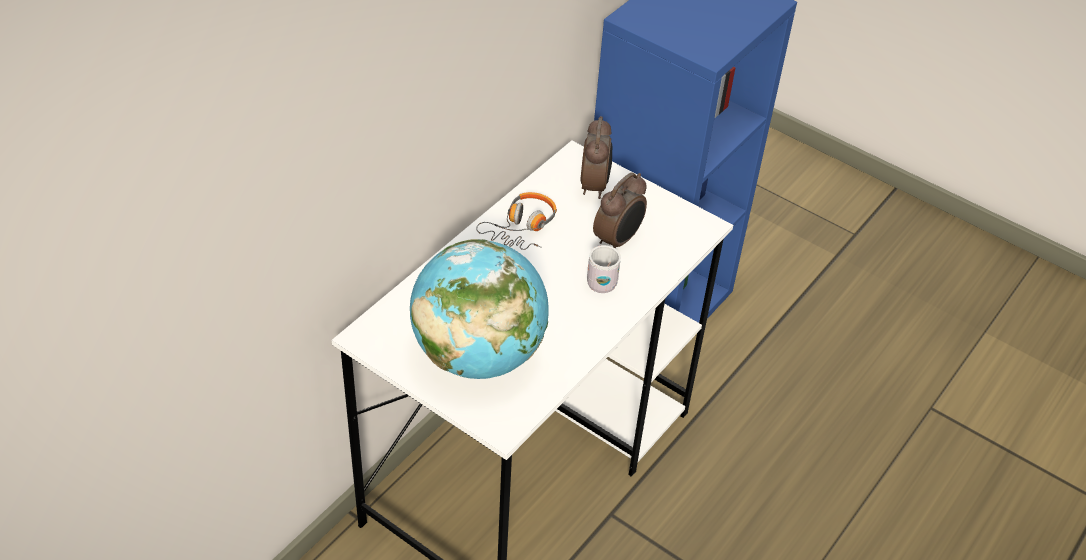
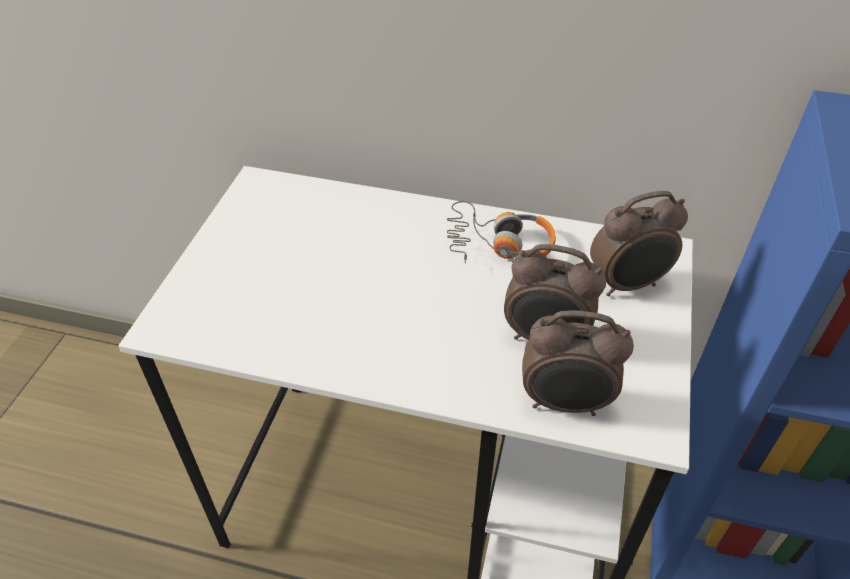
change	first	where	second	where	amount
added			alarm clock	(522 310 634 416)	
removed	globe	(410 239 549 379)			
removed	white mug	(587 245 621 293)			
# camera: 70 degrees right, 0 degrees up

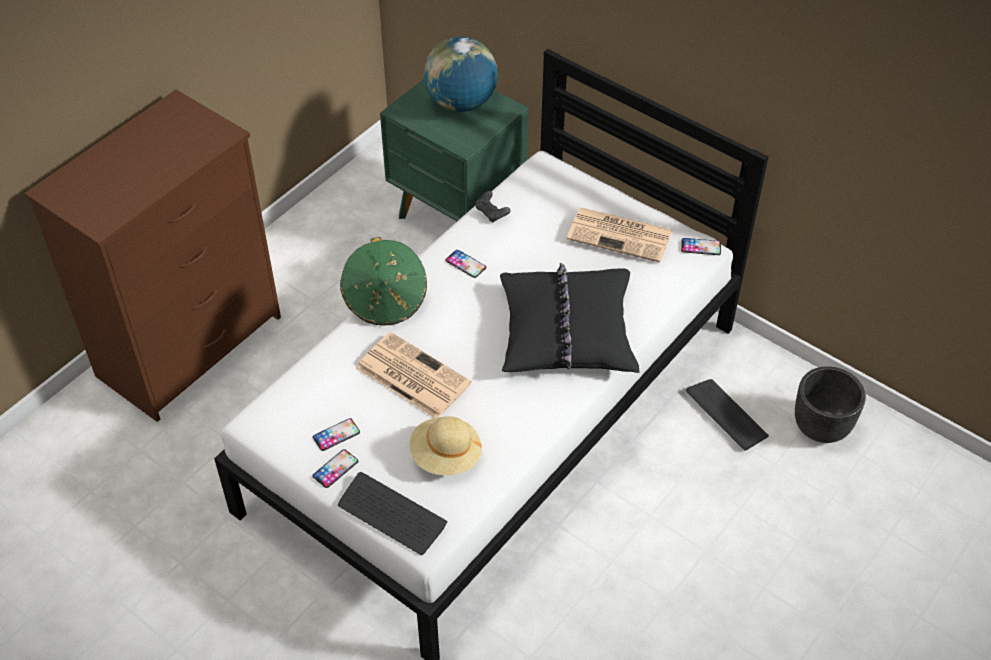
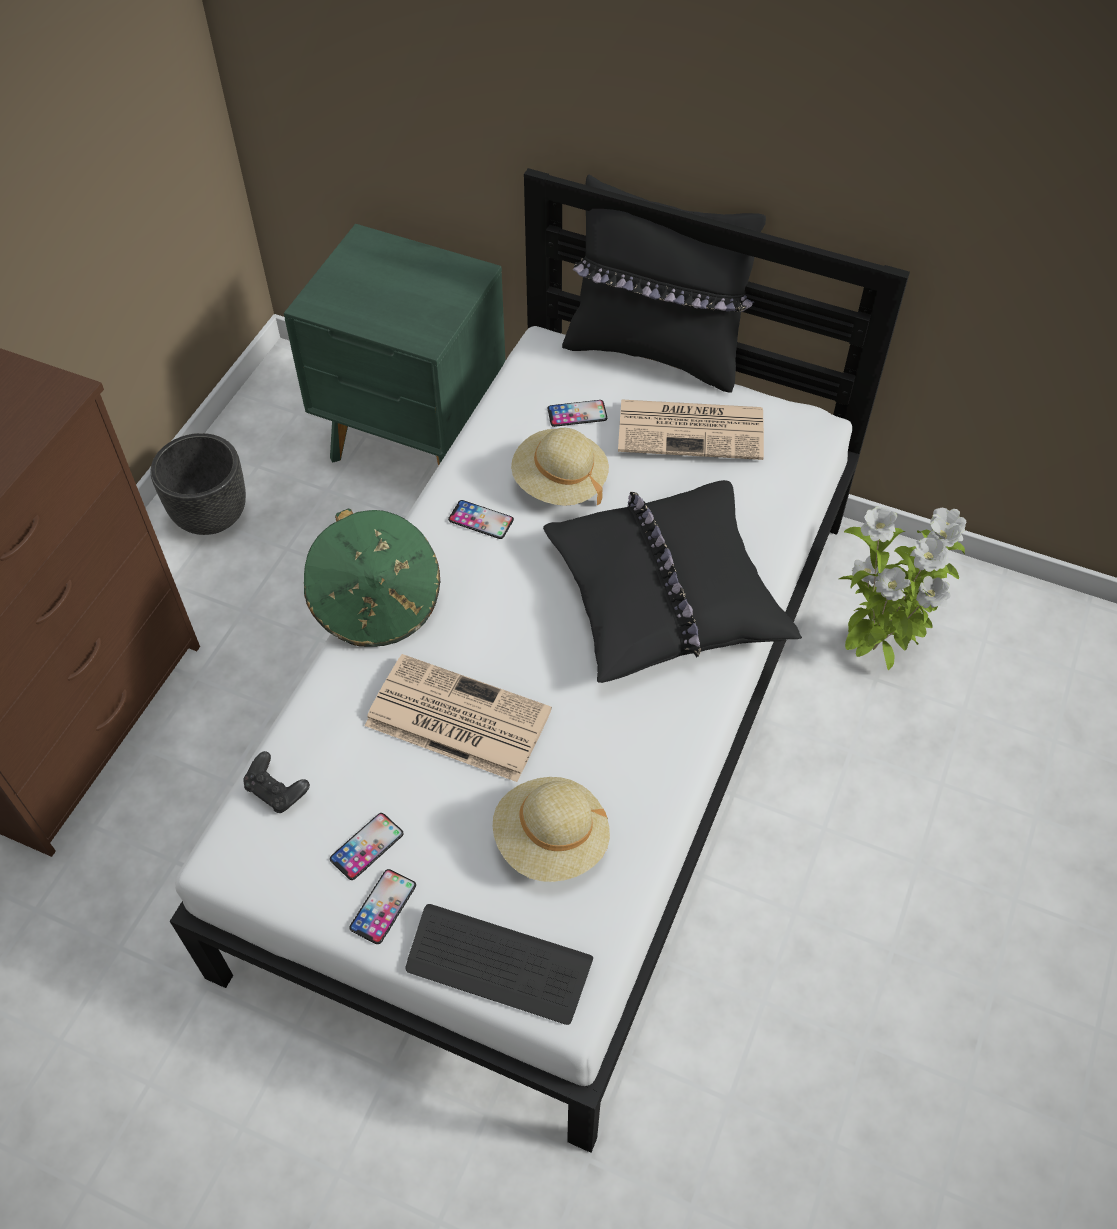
change	first	where	second	where	amount
moved	black planter	(795 366 866 443)		(150 433 246 535)	
moved	black game controller	(476 191 511 223)		(243 751 310 813)	
added			beige hat	(511 428 609 506)	
moved	phone	(681 238 721 255)		(547 400 607 427)	
added			black pillow	(562 174 766 393)	
replaced	keyboard	(686 379 769 451)	potted plant	(839 507 966 670)	
removed	globe	(424 37 498 112)			
# camera: 15 degrees left, 5 degrees up

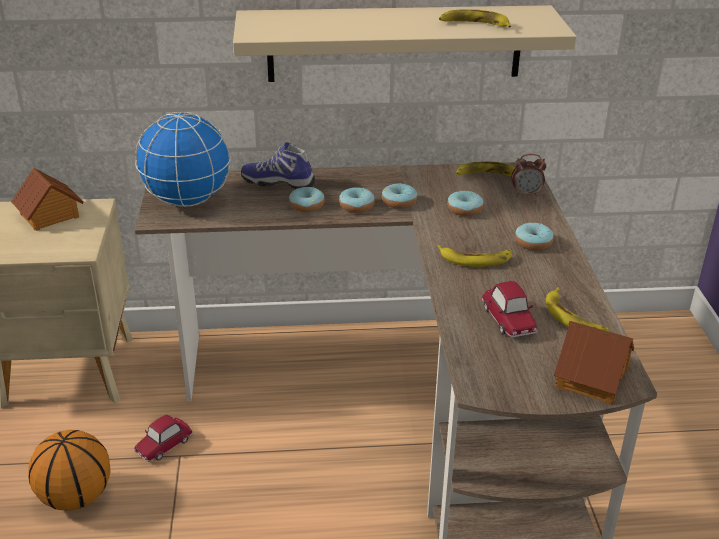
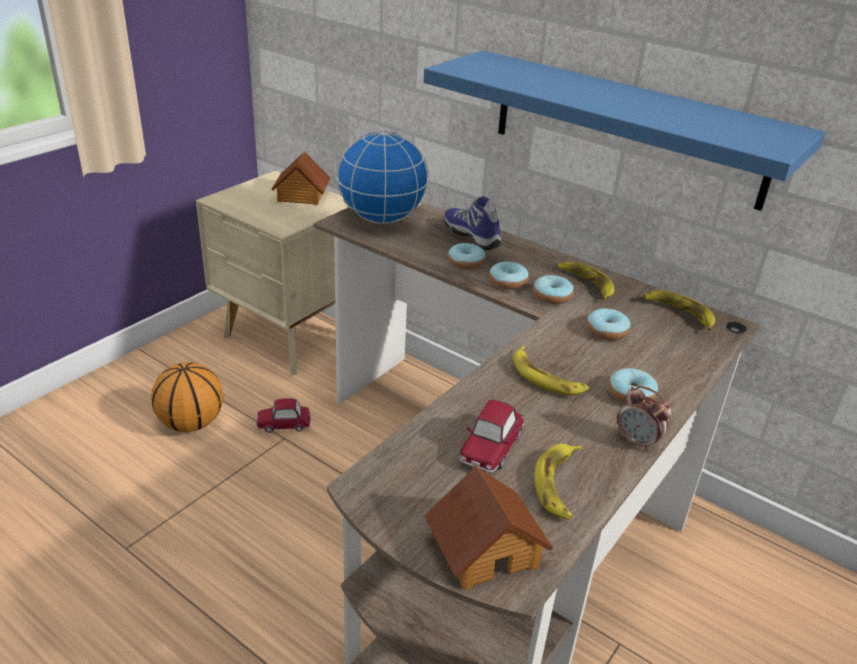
change	first	where	second	where	amount
recoloured	beige shelf	(233 5 577 82)	blue shelf	(424 50 825 211)	
moved	banana	(439 9 511 28)		(557 261 614 300)	
moved	alarm clock	(511 154 547 196)		(617 386 672 452)	
# camera: 40 degrees right, 0 degrees up

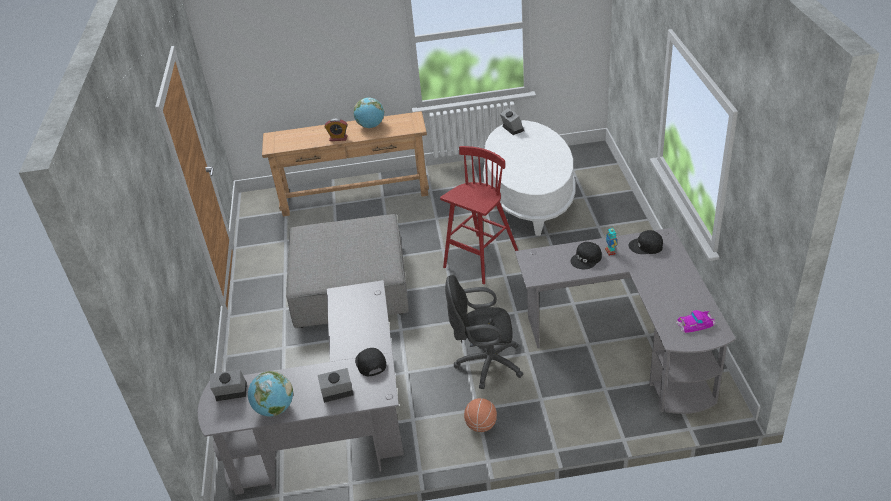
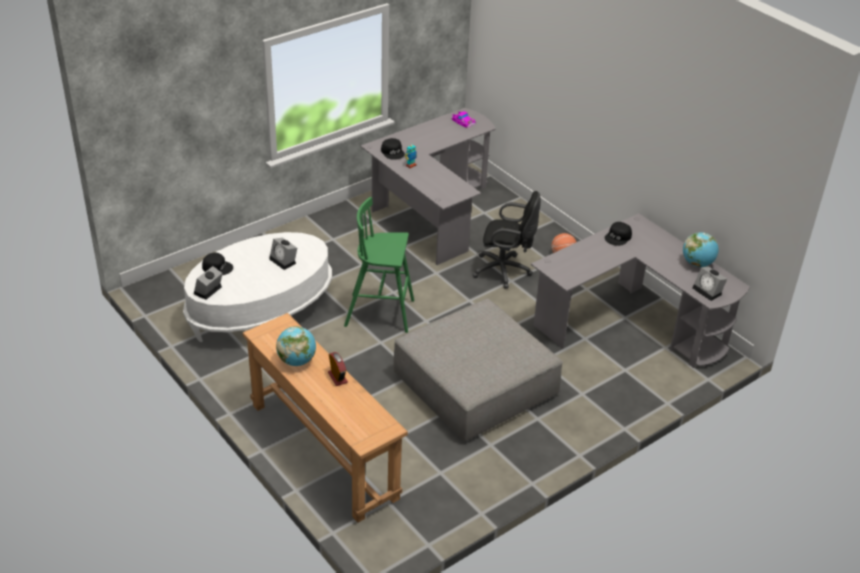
change	first	where	second	where	amount
moved	black cap	(570 242 602 269)		(202 253 233 275)	
moved	alarm clock	(318 368 354 403)		(269 237 297 270)	
recoloured	red stool	(440 146 518 284)	green stool	(344 197 414 333)	
turned	black office chair	(445 275 523 389)		(472 191 541 289)	45 degrees counterclockwise
# camera: 125 degrees left, 0 degrees up

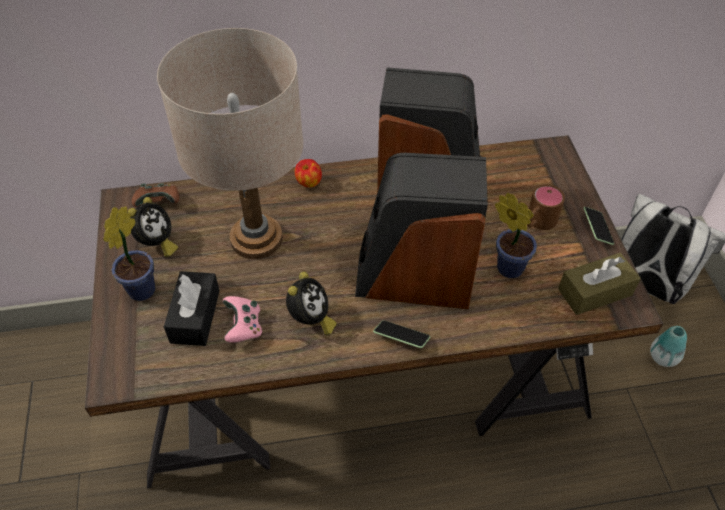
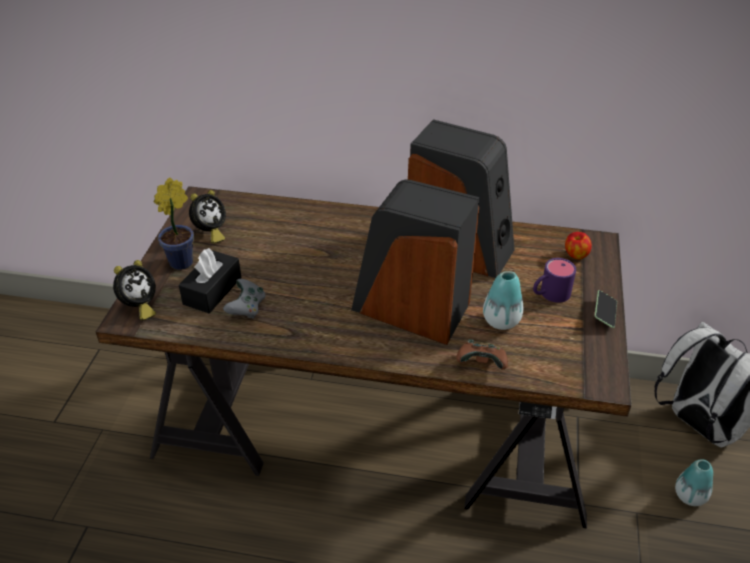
change	first	where	second	where	amount
moved	alarm clock	(286 271 336 335)		(113 260 156 320)	
recoloured	pink game controller	(223 296 262 343)	grey game controller	(223 279 266 319)	
moved	brown game controller	(132 183 179 207)		(456 339 508 370)	
replaced	potted plant	(495 193 537 278)	vase	(483 271 523 330)	
recoloured	brown mug	(527 184 565 230)	purple mug	(533 258 576 303)	
moved	apple	(295 159 322 187)		(565 232 592 259)	
removed	beige table lamp	(157 28 303 259)			
removed	phone	(373 320 430 348)			
removed	brown tissue box	(558 253 641 315)			
# camera: 20 degrees right, 10 degrees down

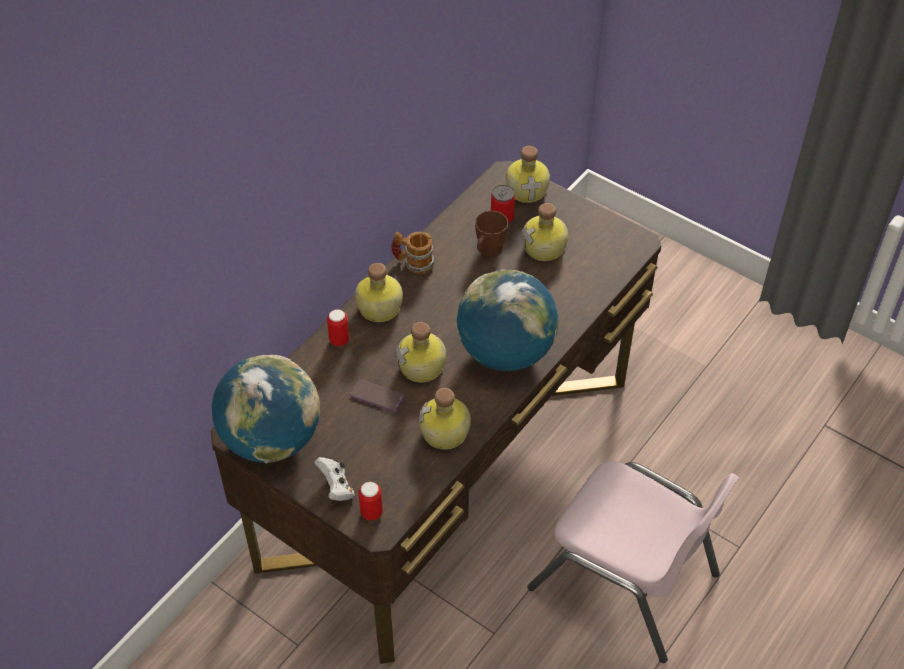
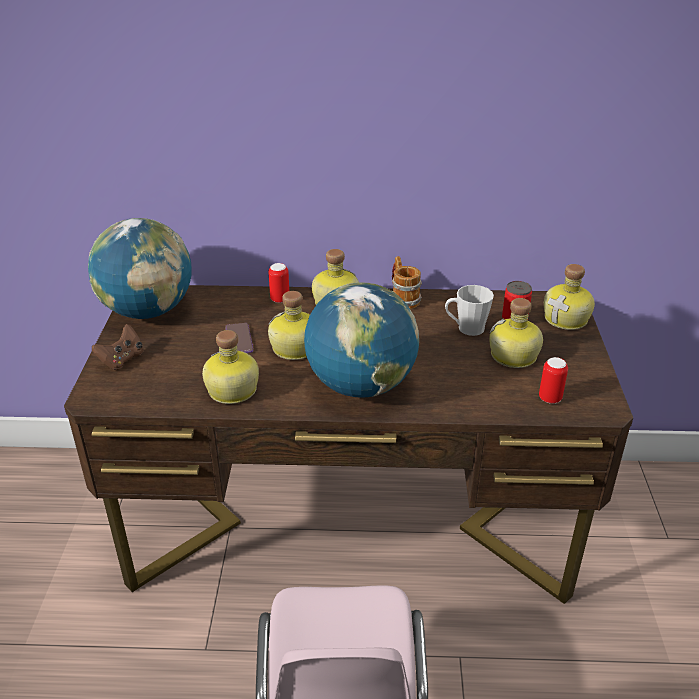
change	first	where	second	where	amount
recoloured	white game controller	(315 457 355 501)	brown game controller	(92 324 144 370)	
recoloured	brown mug	(475 210 508 257)	grey mug	(445 285 494 336)	
moved	can	(359 482 383 520)		(539 357 568 404)	
# camera: 55 degrees right, 15 degrees down

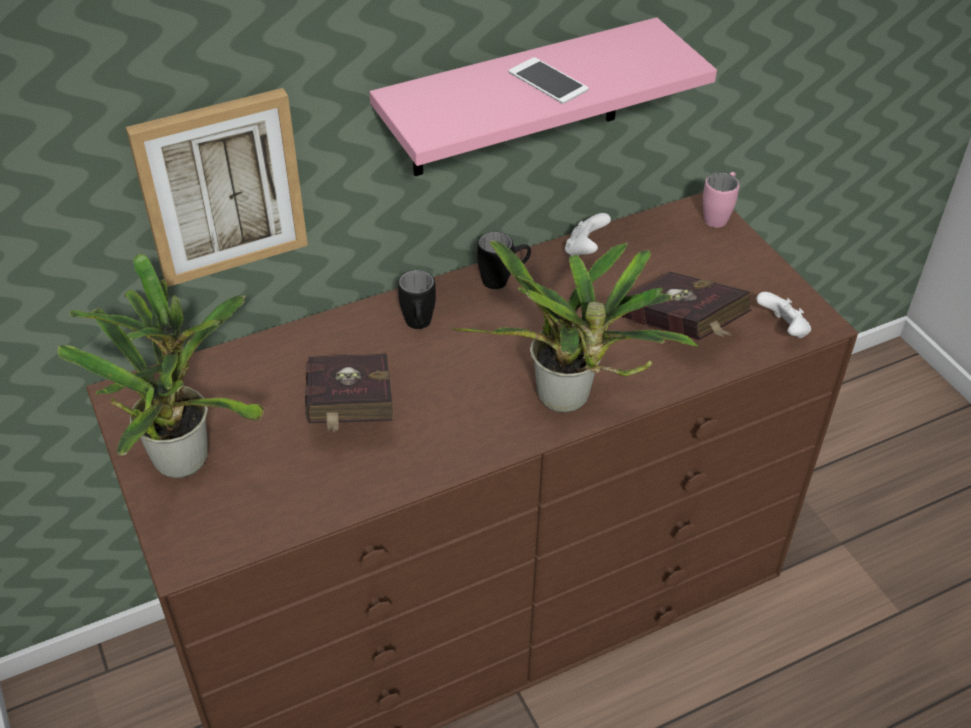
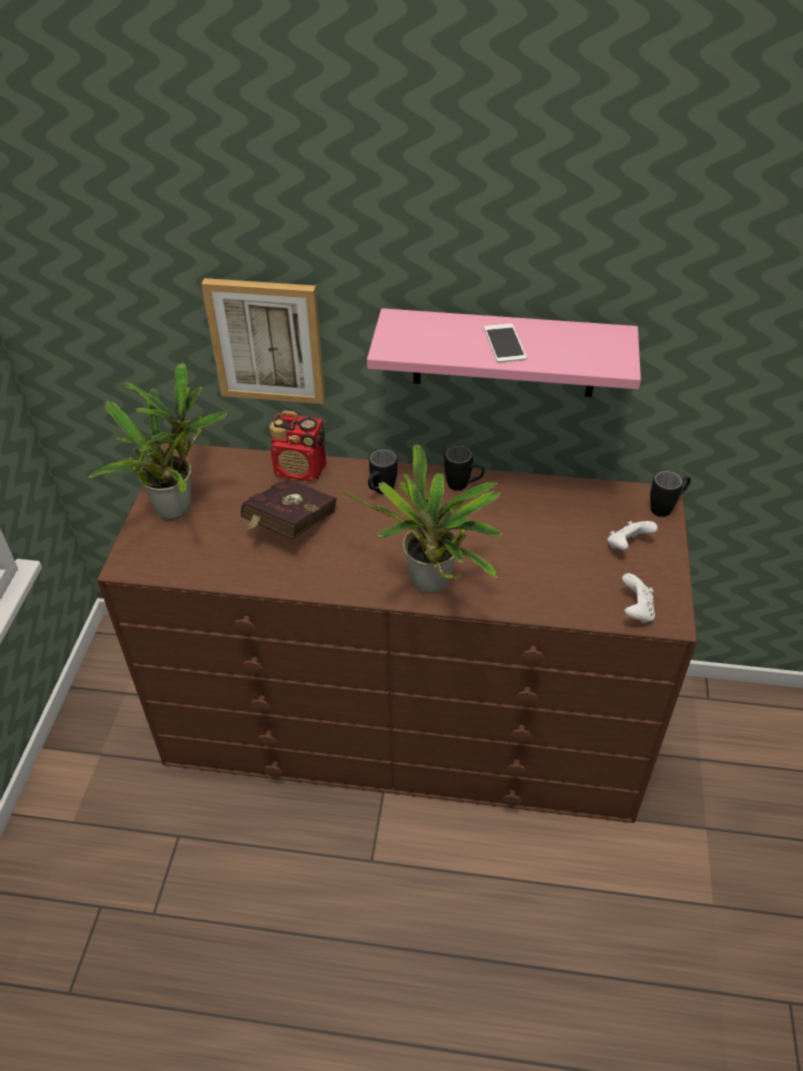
change	first	where	second	where	amount
added			radio	(270 410 326 482)	
moved	white game controller	(565 213 611 256)		(608 521 658 550)	
recoloured	pink mug	(703 172 740 228)	black mug	(650 471 691 517)	
removed	red book	(621 272 752 340)			
# camera: 35 degrees right, 0 degrees up

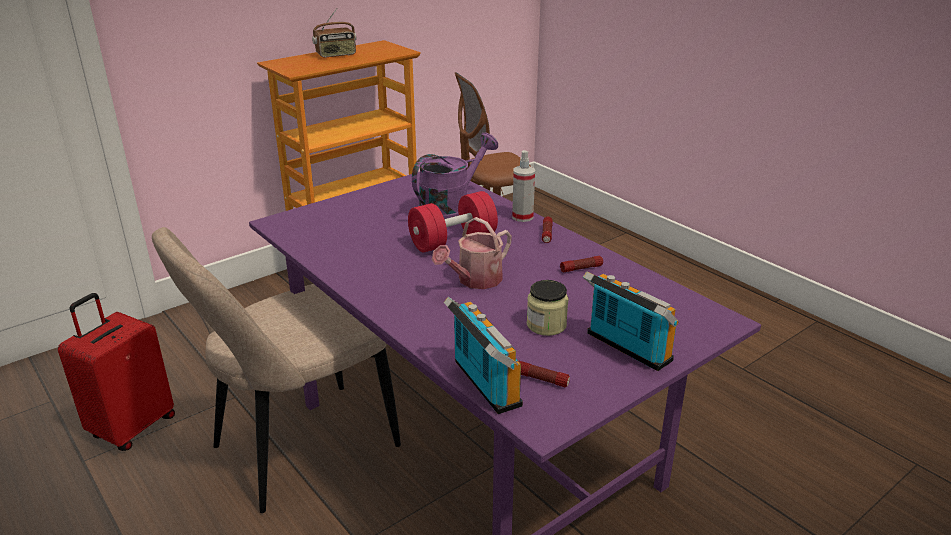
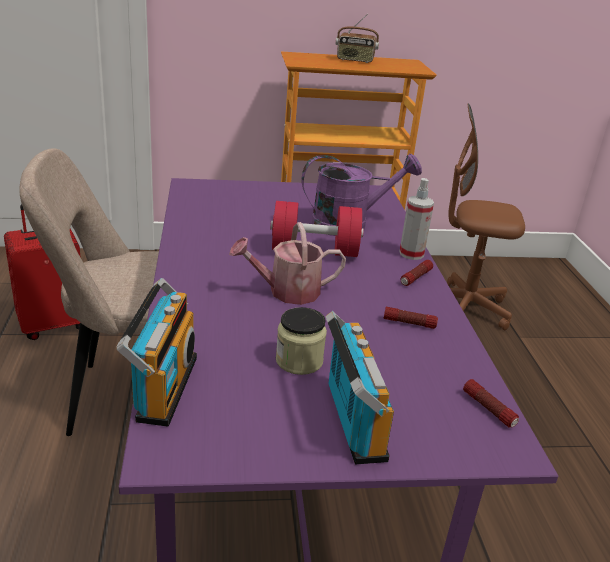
change	first	where	second	where	amount
moved	flashlight	(519 361 570 387)		(463 379 519 428)	
# camera: 30 degrees right, 0 degrees up

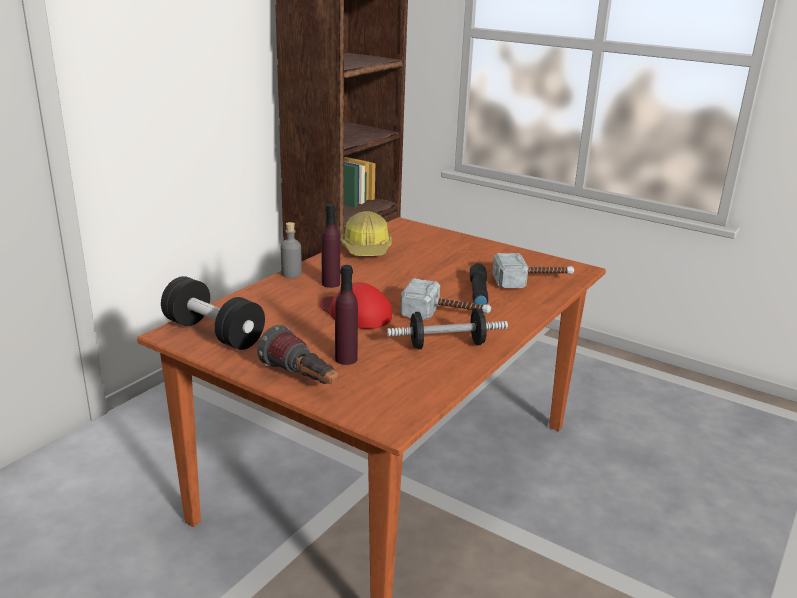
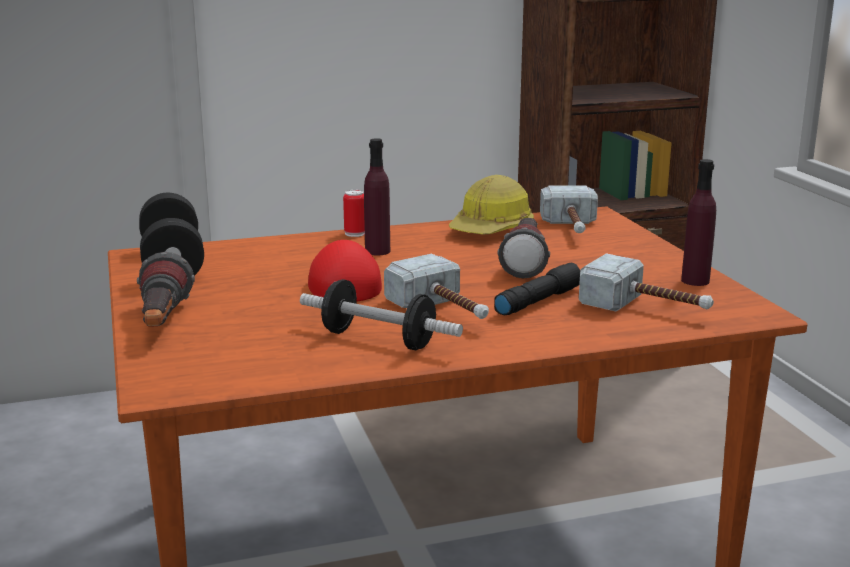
change	first	where	second	where	amount
replaced	grey bottle	(281 222 302 278)	can	(343 190 365 237)	
added			flashlight	(498 218 550 278)	
added			hammer	(540 185 598 233)	
moved	purple bottle	(335 265 358 365)		(681 159 716 286)	
# camera: 40 degrees right, 5 degrees down

